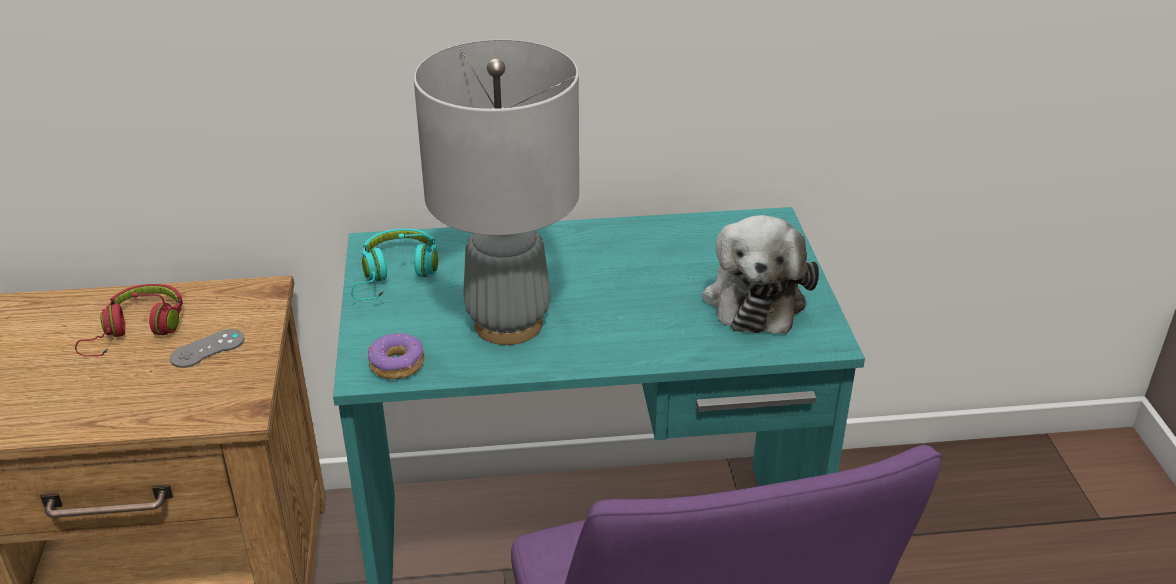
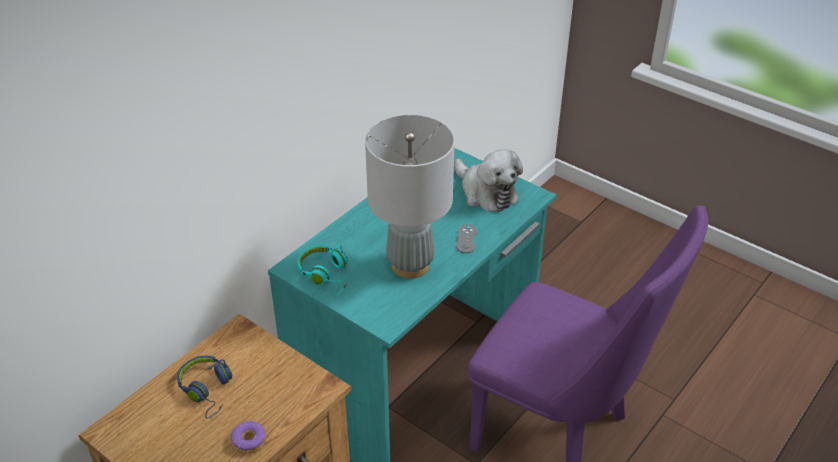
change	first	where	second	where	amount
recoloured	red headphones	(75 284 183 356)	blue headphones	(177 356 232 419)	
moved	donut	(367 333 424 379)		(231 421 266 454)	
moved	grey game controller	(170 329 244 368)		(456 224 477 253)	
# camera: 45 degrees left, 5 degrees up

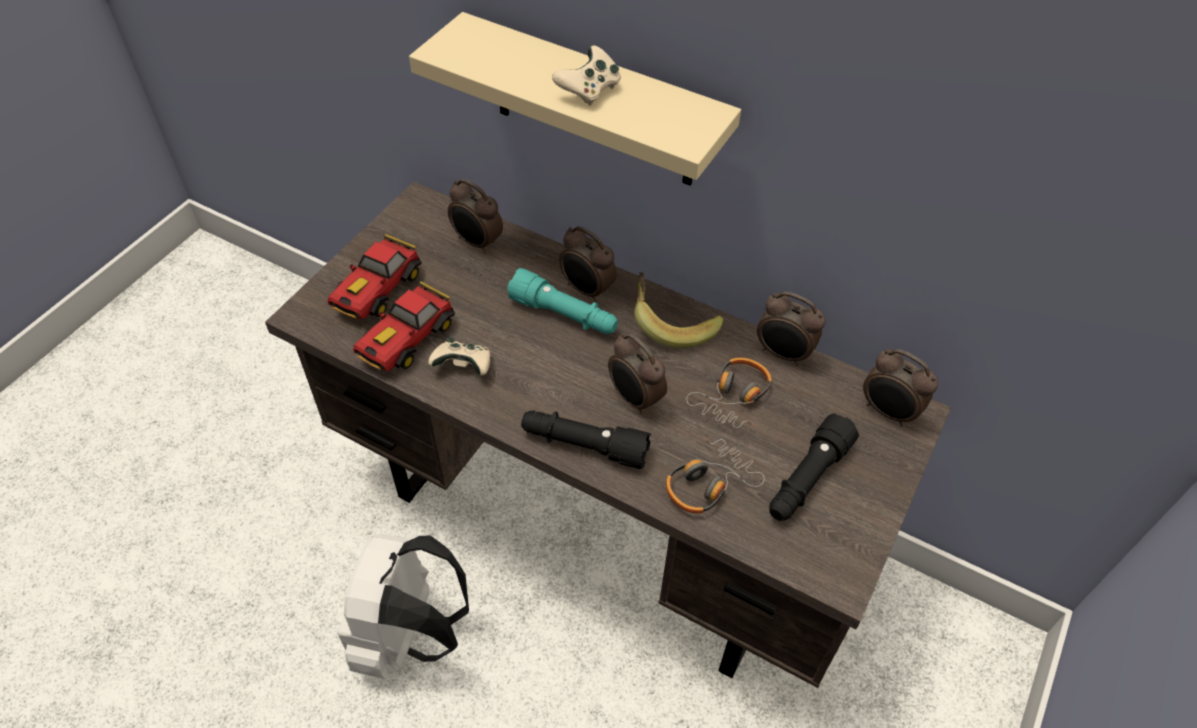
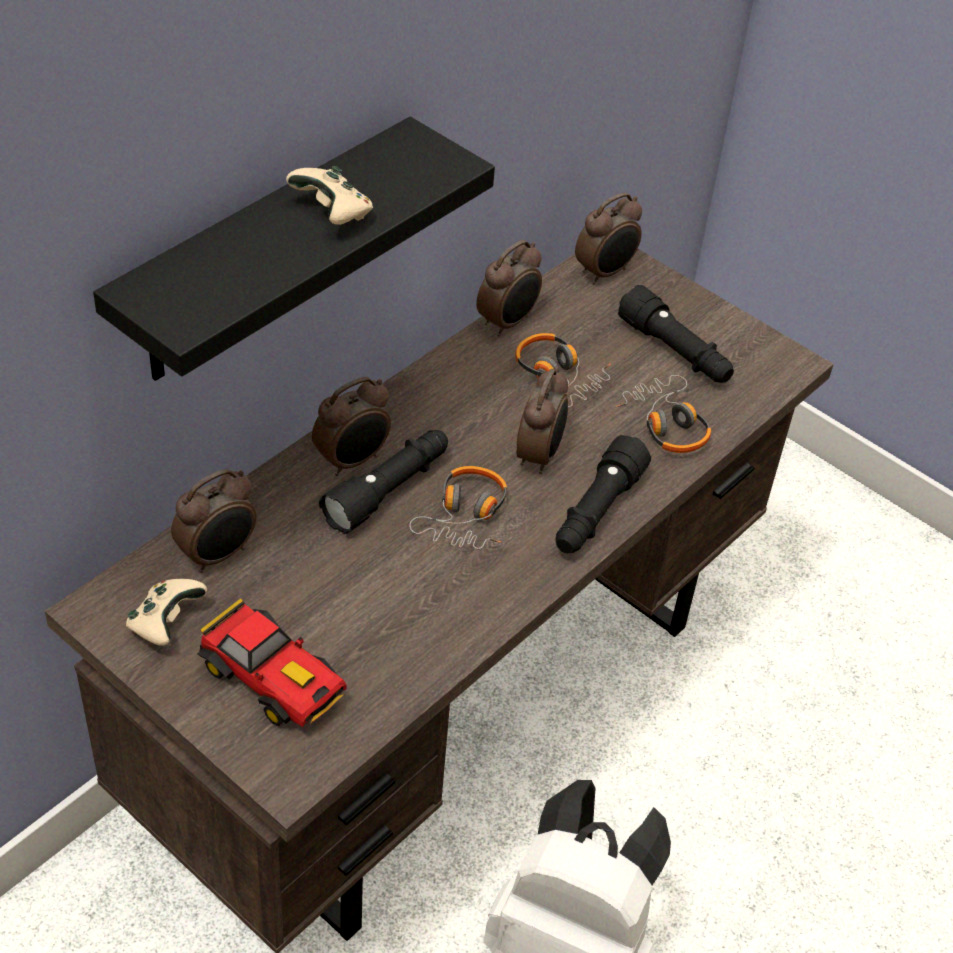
change	first	where	second	where	amount
recoloured	beige shelf	(409 12 741 185)	black shelf	(93 117 495 381)	
moved	beige game controller	(428 338 490 376)		(126 579 207 646)	
recoloured	turquoise flashlight	(507 268 618 334)	black flashlight	(319 430 448 534)	
added			headphones	(409 466 507 549)	
turned	alarm clock	(608 333 667 415)		(517 367 568 474)	45 degrees counterclockwise
removed	toy car	(353 281 455 372)			
removed	banana	(634 272 723 348)			
# camera: 80 degrees left, 5 degrees down

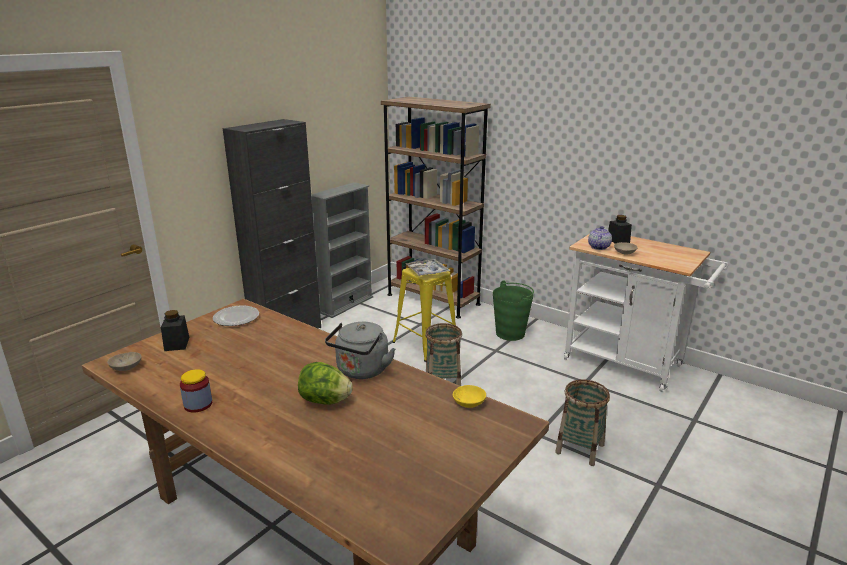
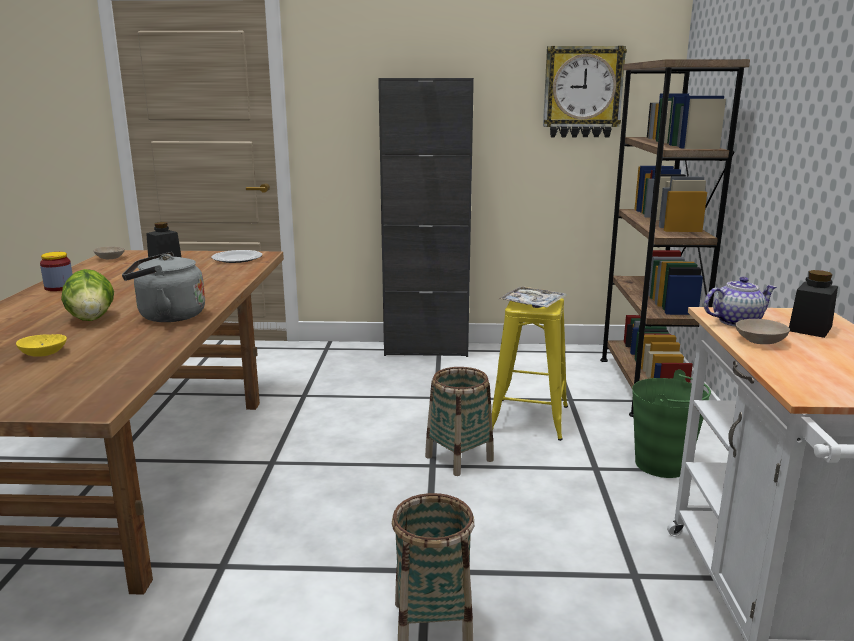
change	first	where	second	where	amount
moved	yellow bowl	(453 385 486 408)		(16 334 67 357)	
added			wall clock	(543 46 627 137)	
removed	grey bookcase	(311 182 373 318)			
# camera: 55 degrees right, 5 degrees down

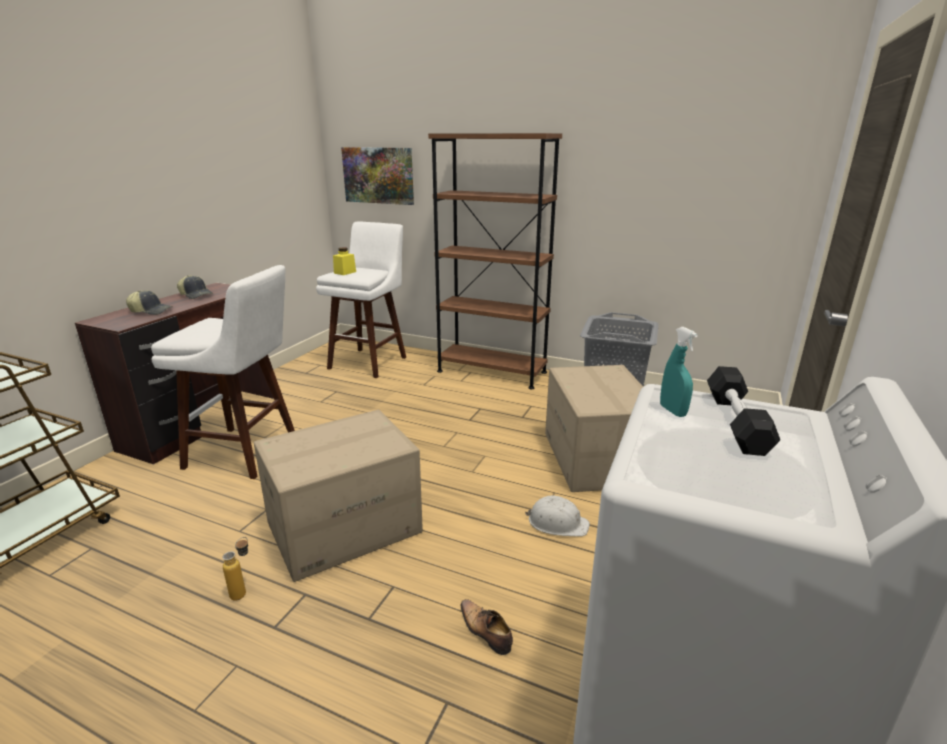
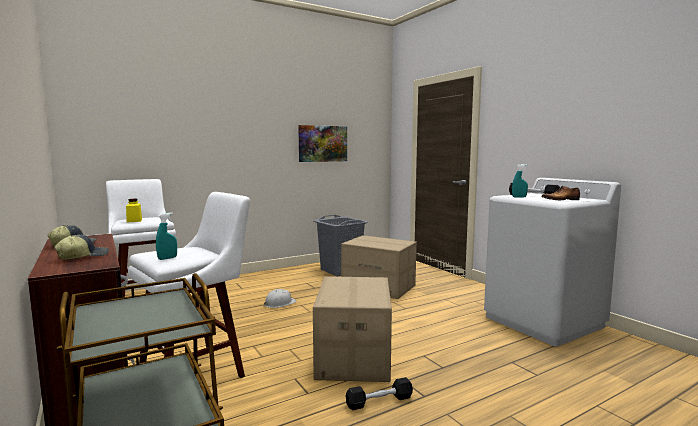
change	first	where	second	where	amount
added			turquoise spray bottle	(156 213 177 260)	
moved	white hard hat	(525 496 590 537)		(264 289 297 308)	
moved	picture	(341 147 414 205)		(298 125 347 162)	
replaced	bottle	(222 537 248 601)	black dumbbell	(345 377 413 410)	
moved	shoe	(461 599 513 655)		(541 186 580 200)	
removed	brown bookcase	(428 133 562 389)			
# camera: 55 degrees left, 15 degrees down

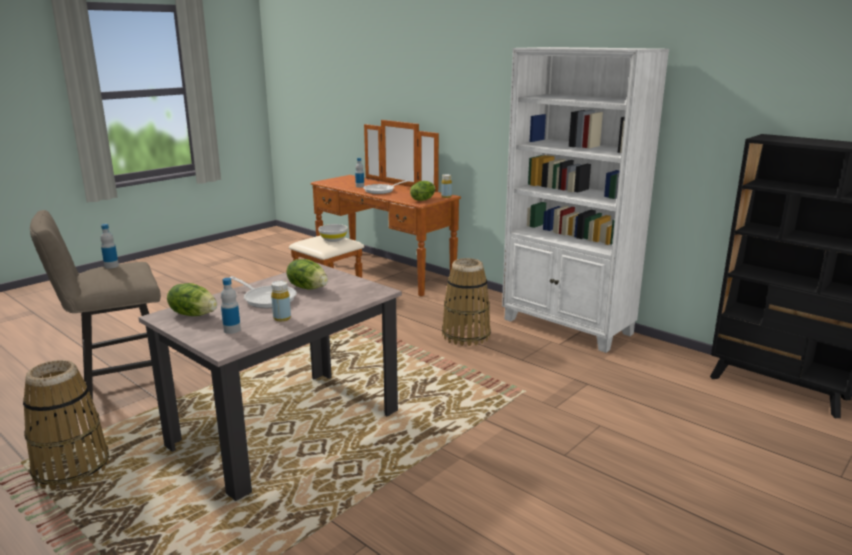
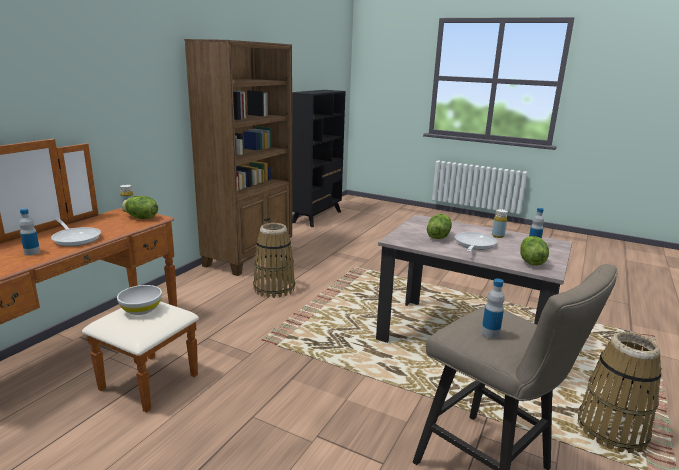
change	first	where	second	where	amount
recoloured	white bookcase	(502 47 669 353)	brown bookcase	(184 39 292 276)	
# camera: 105 degrees left, 0 degrees up

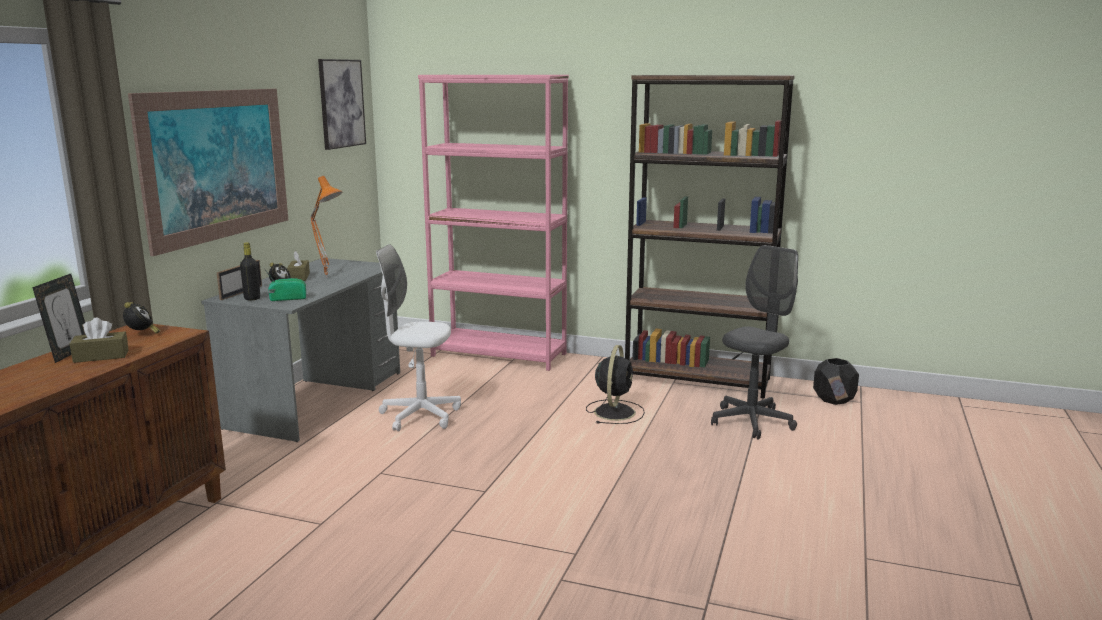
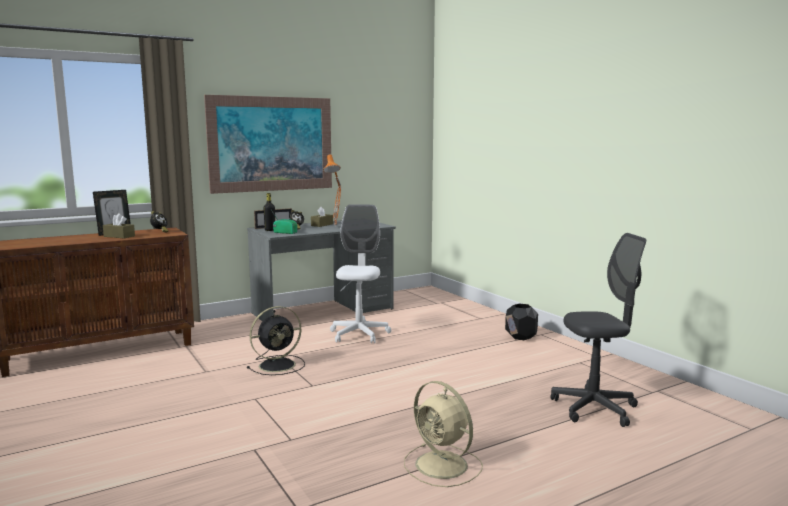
change	first	where	second	where	amount
moved	black fan	(586 345 645 424)		(247 306 305 375)	
turned	white office chair	(376 244 461 431)		(330 204 391 343)	45 degrees clockwise
added			beige fan	(404 381 483 487)	
moved	black planter	(813 358 859 405)		(505 303 538 340)	
removed	picture	(318 59 366 150)			
removed	pink bookcase	(418 75 569 371)			
removed	brown bookcase	(625 75 795 399)			
# camera: 40 degrees right, 5 degrees down

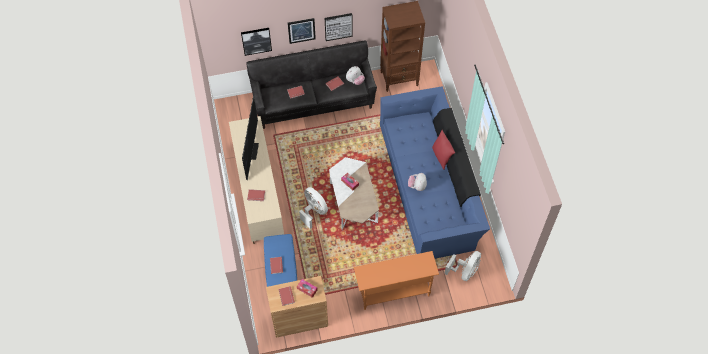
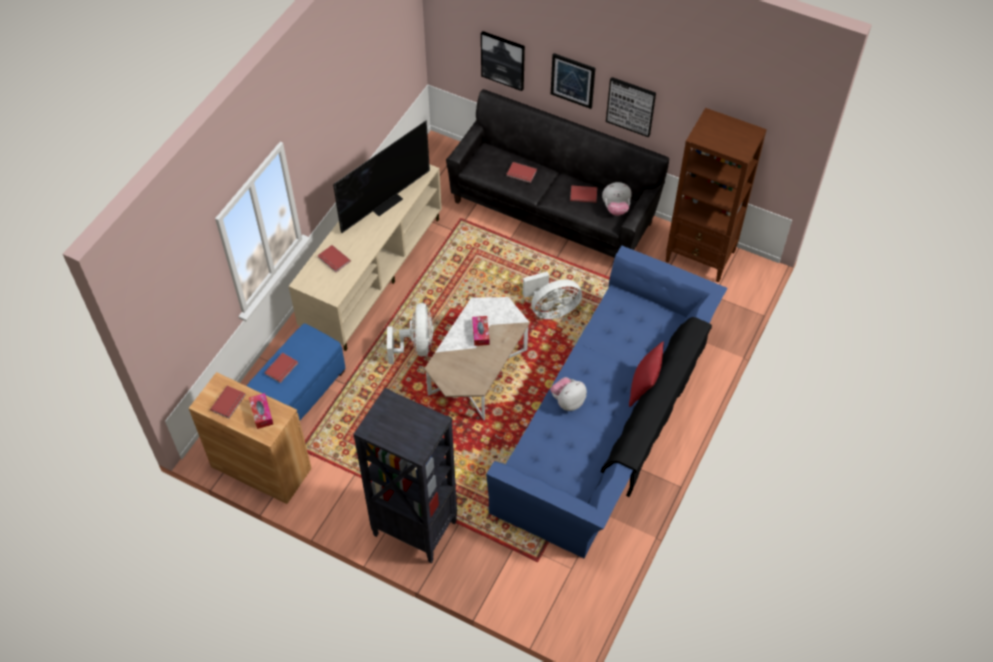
change	first	where	second	where	amount
replaced	orange console table	(354 251 439 310)	black bookcase	(354 388 457 564)	
moved	white fan	(444 251 481 281)		(523 271 582 319)	
# camera: 40 degrees right, 5 degrees down

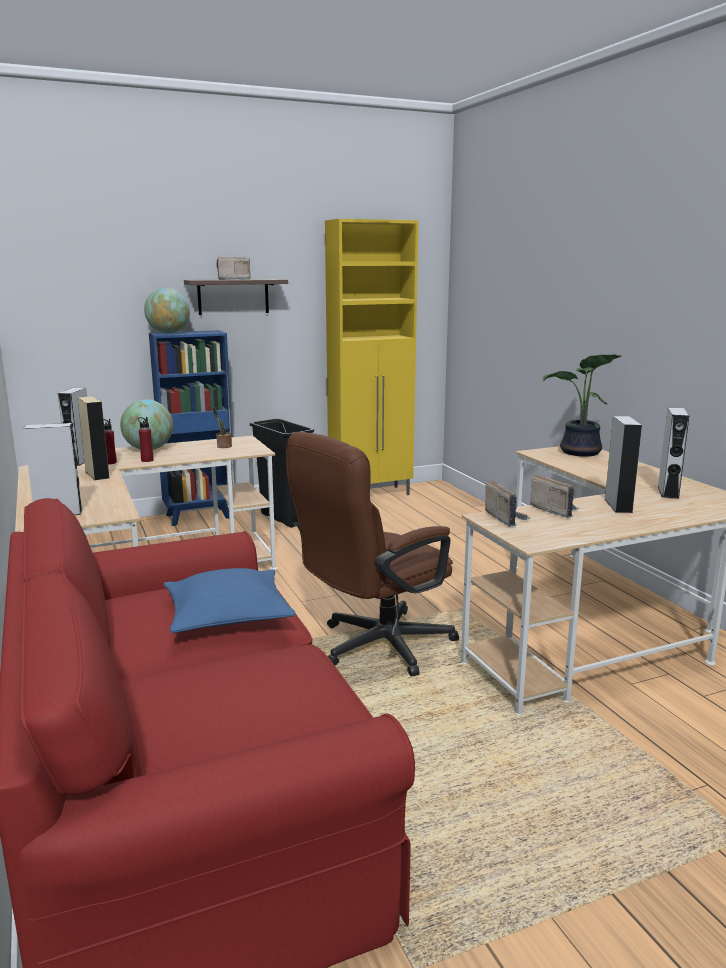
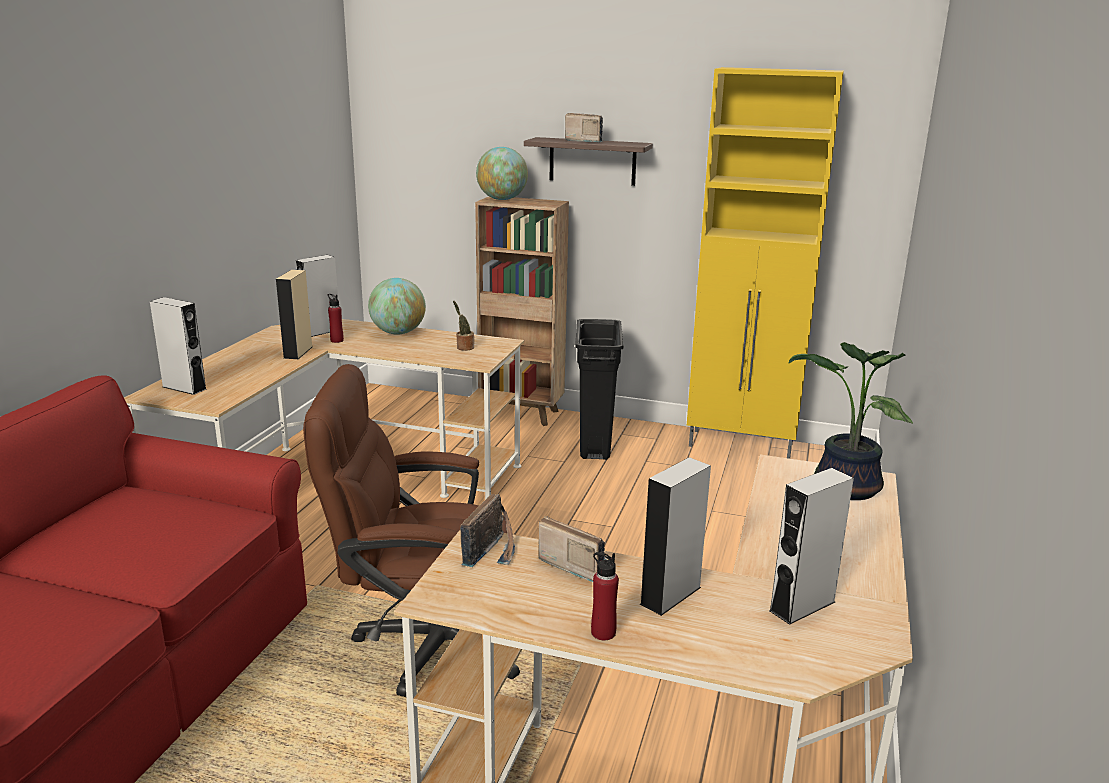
change	first	where	second	where	amount
recoloured	blue bookcase	(149 330 235 526)	brown bookcase	(475 197 569 426)	
turned	radio	(530 475 579 518)		(539 516 609 582)	60 degrees counterclockwise
moved	red bottle	(138 417 154 462)		(591 552 619 640)	
removed	blue pillow	(164 568 296 633)			
# camera: 40 degrees right, 5 degrees up

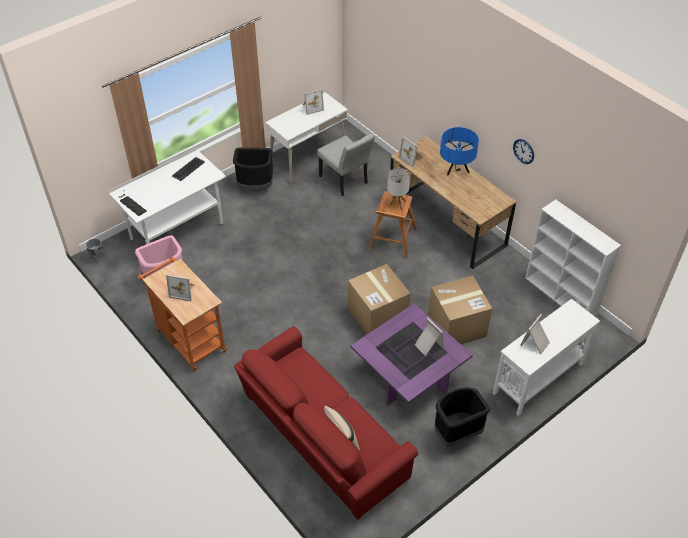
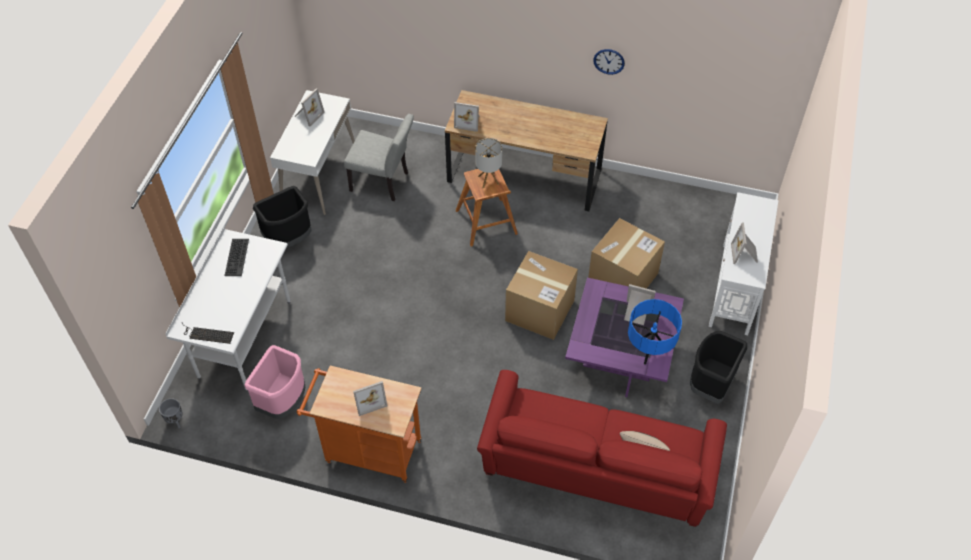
change	first	where	second	where	amount
moved	blue table lamp	(440 127 479 175)		(628 299 682 365)	
removed	white bookcase	(525 200 621 316)			
# camera: 35 degrees left, 5 degrees up

